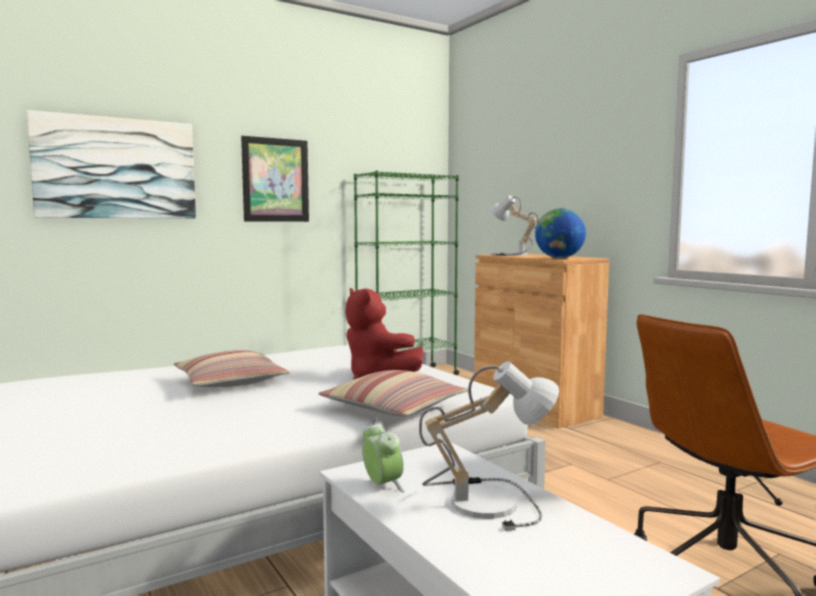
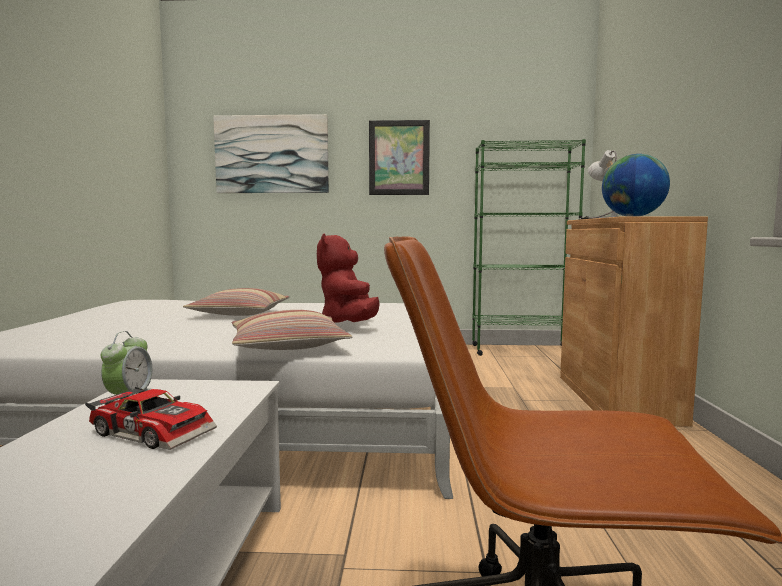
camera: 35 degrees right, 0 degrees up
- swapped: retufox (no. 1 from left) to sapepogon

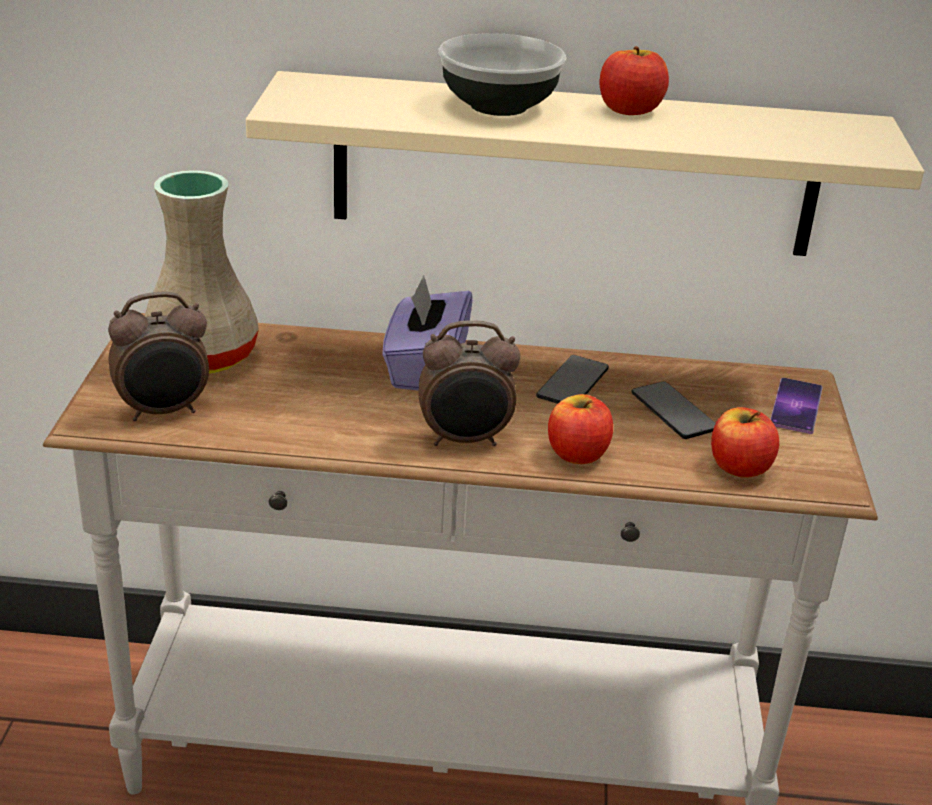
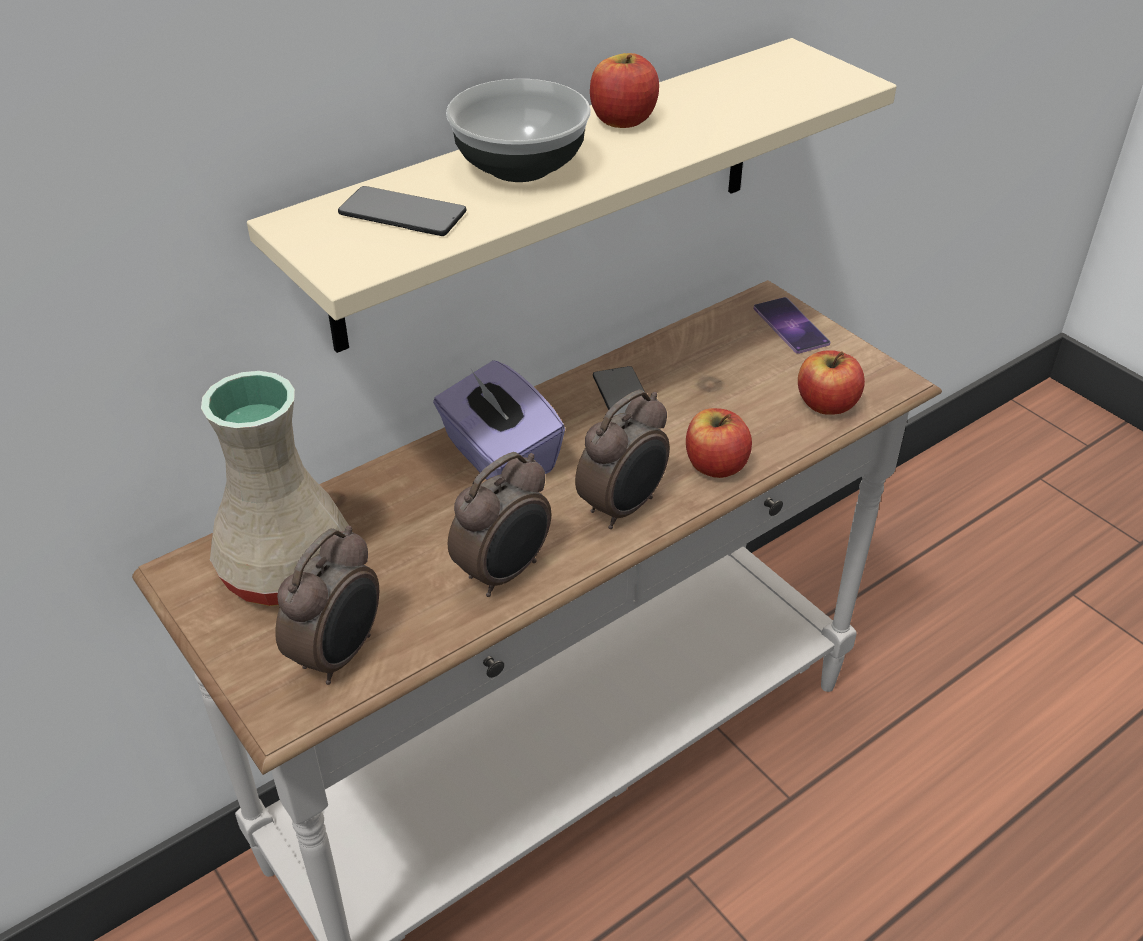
camera: 40 degrees left, 10 degrees up
- shifted: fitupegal (no. 2 from left in the first image) to fitupegal (no. 1 from left)
- new: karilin (no. 2 from left)

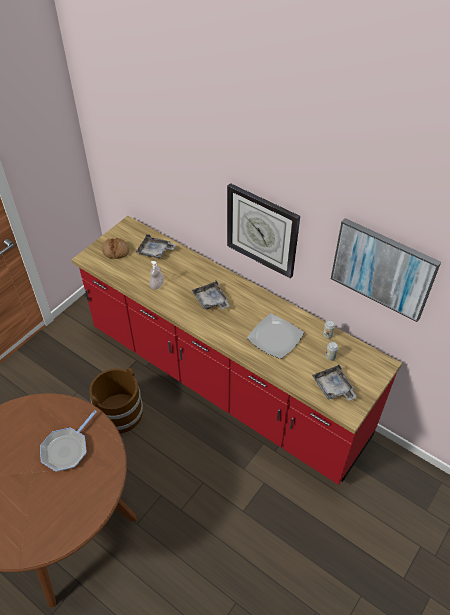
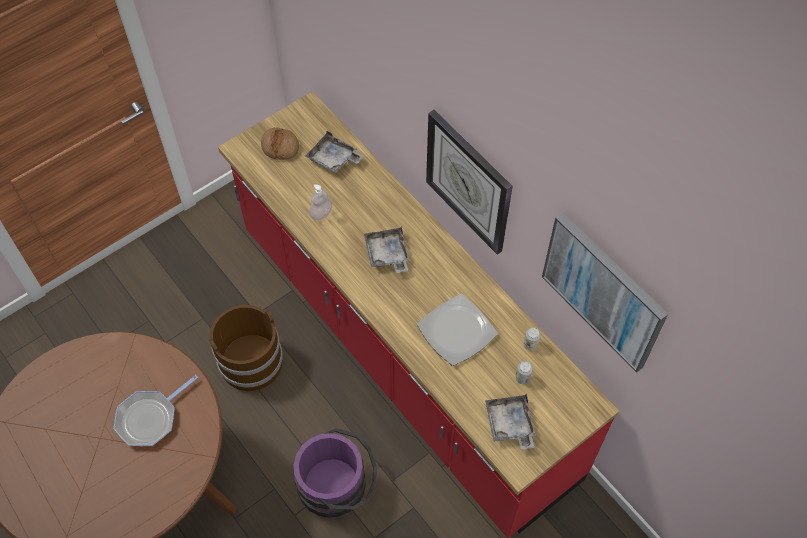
camera: 15 degrees right, 10 degrees up
- new: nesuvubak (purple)

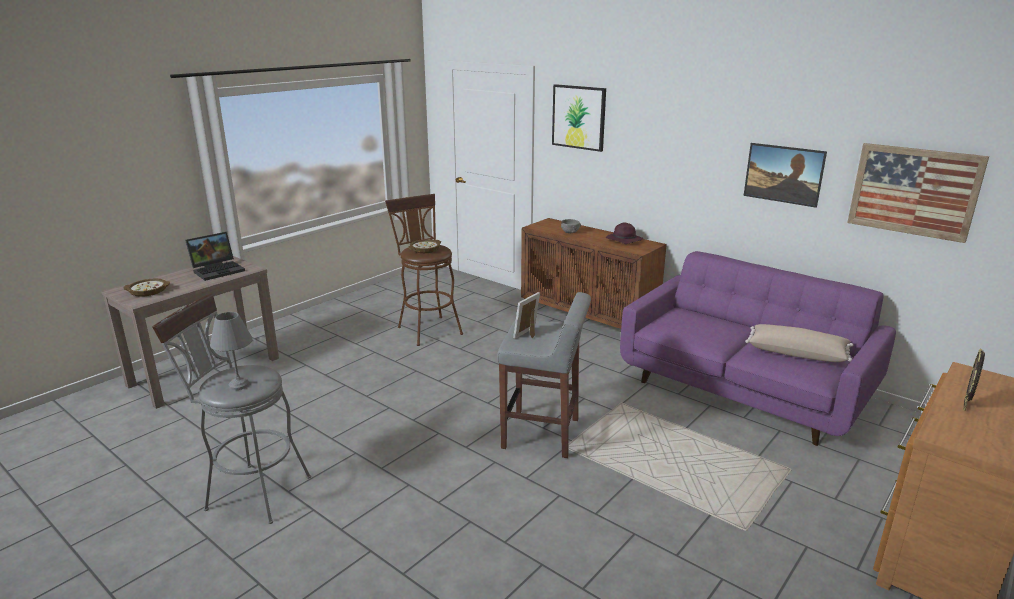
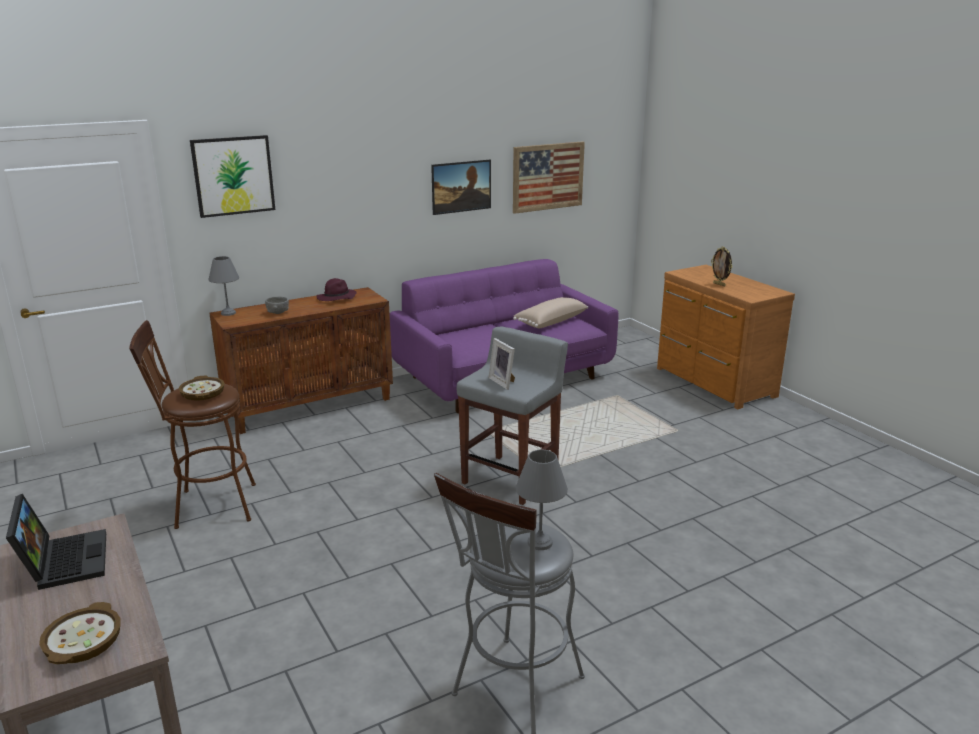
camera: 70 degrees left, 0 degrees up
- new: retufox (grey) (no. 1 from left)

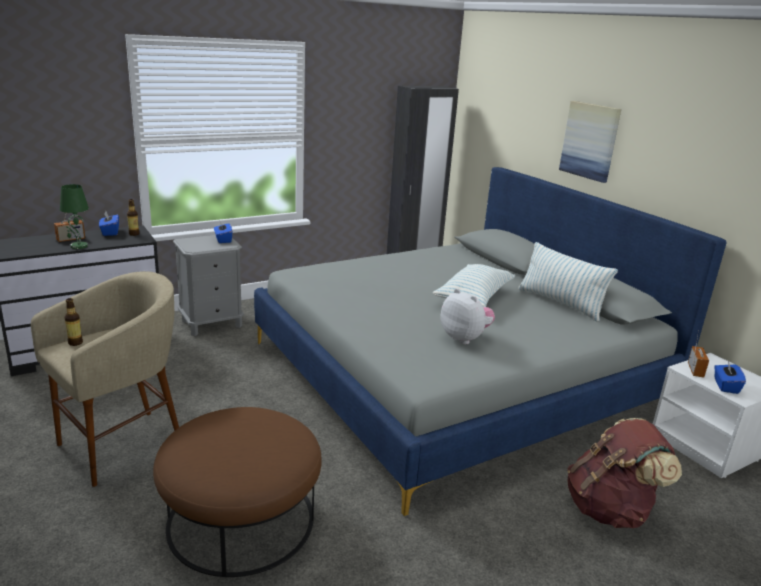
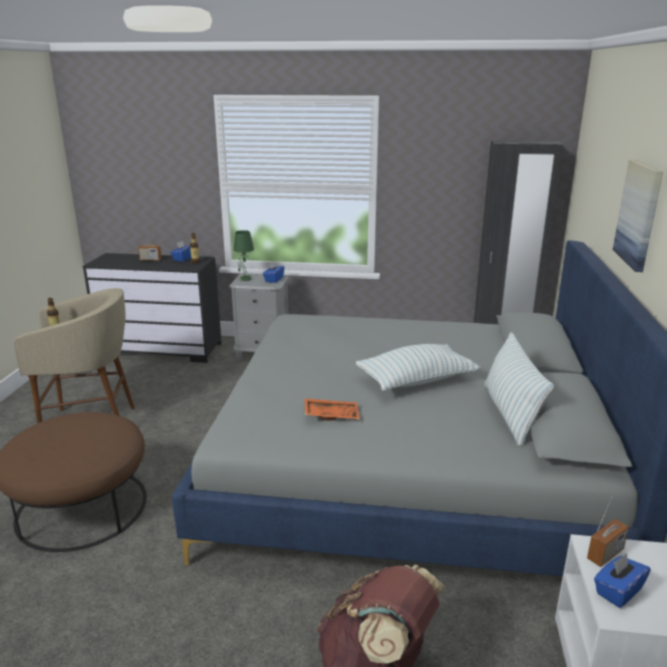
camera: 40 degrees right, 0 degrees up
- shifted: retufox (green)
- swapped: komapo to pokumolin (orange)

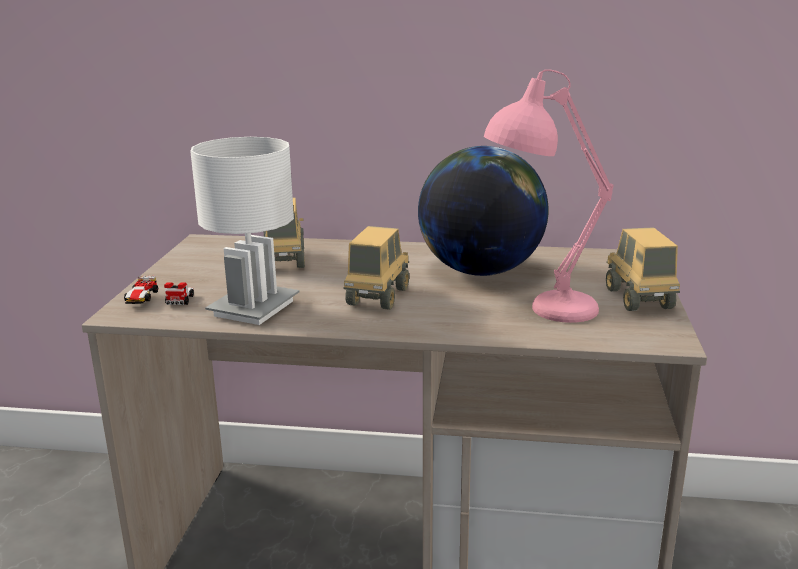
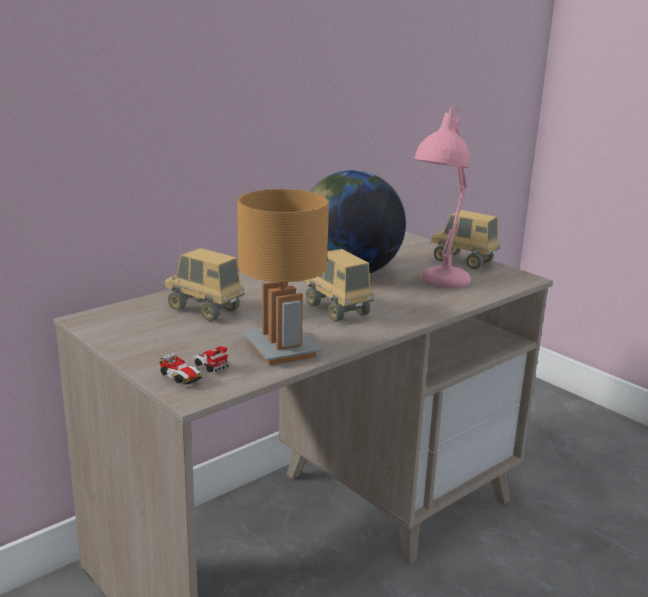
camera: 50 degrees left, 0 degrees up
- repainted: retufox (white) to retufox (brown)

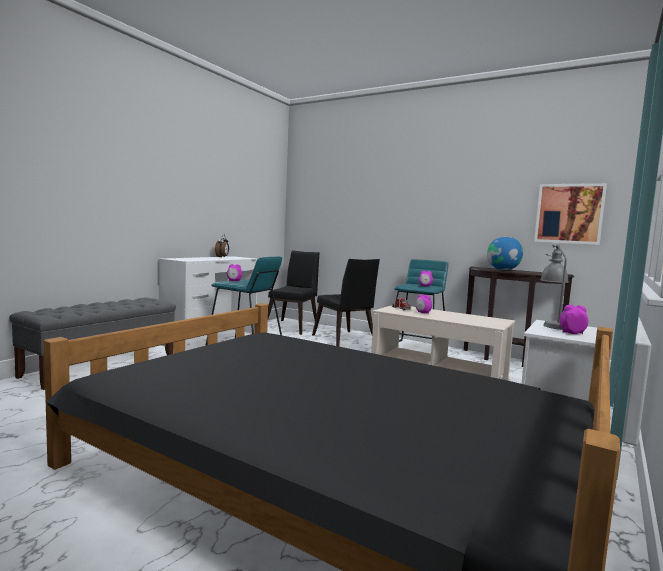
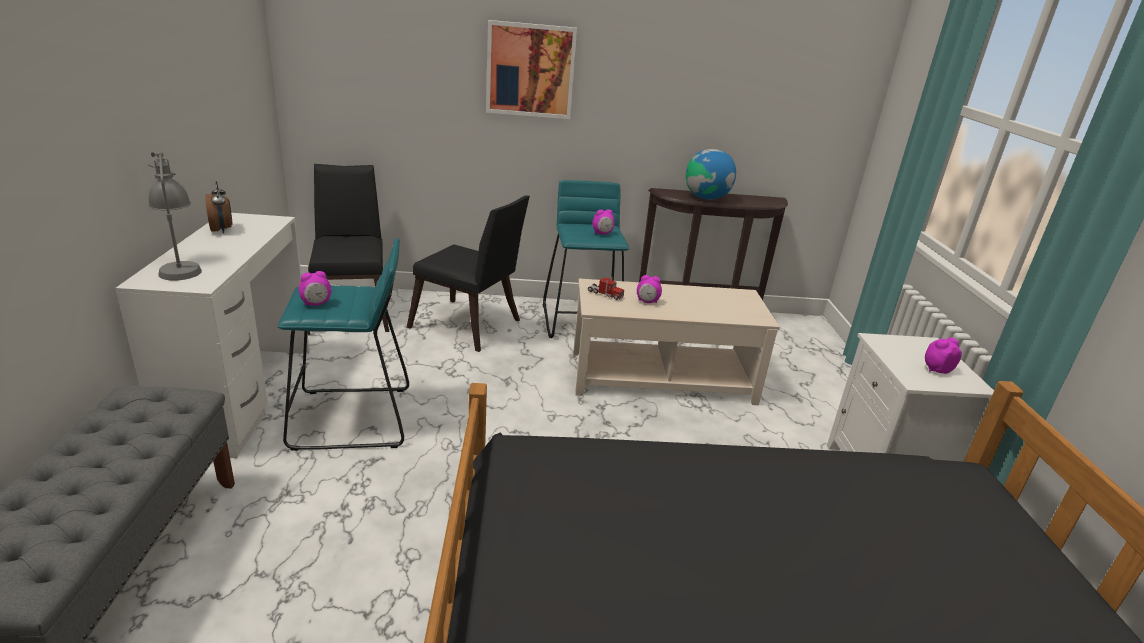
camera: 35 degrees left, 20 degrees up
- shifted: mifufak
- shifted: retufox (grey)

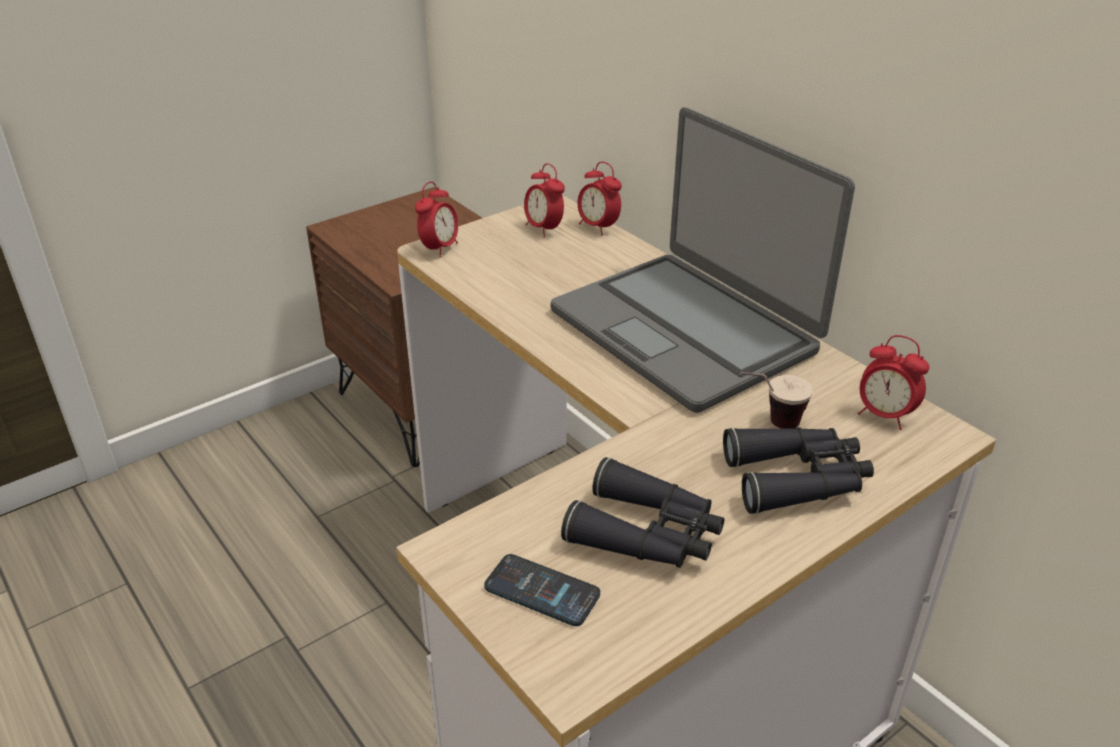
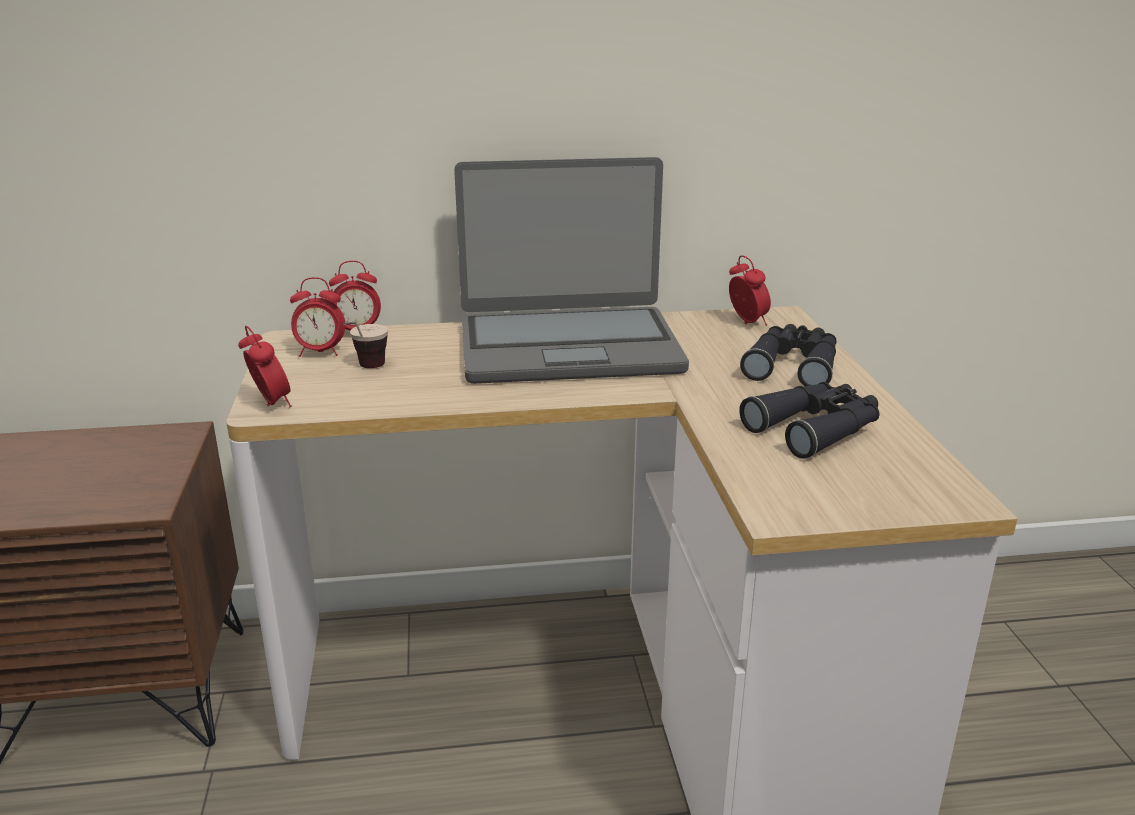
camera: 60 degrees left, 10 degrees down
- gone: fitupegal
- shifted: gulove
- rotated: karilin (no. 4 from left) 90 degrees counterclockwise

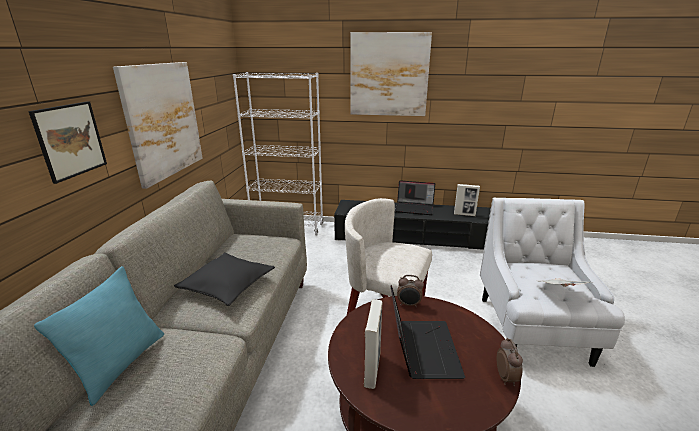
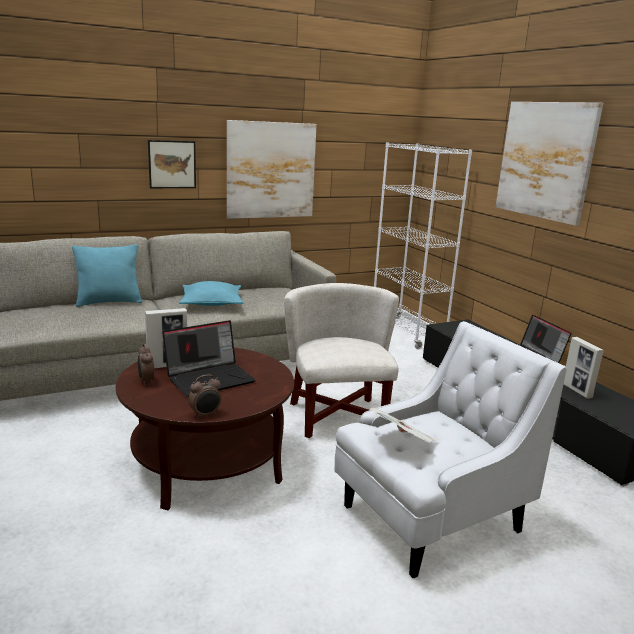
camera: 55 degrees right, 5 degrees down
- repainted: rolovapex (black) to rolovapex (turquoise) (no. 2 from left)
- shifted: karilin (no. 1 from left)

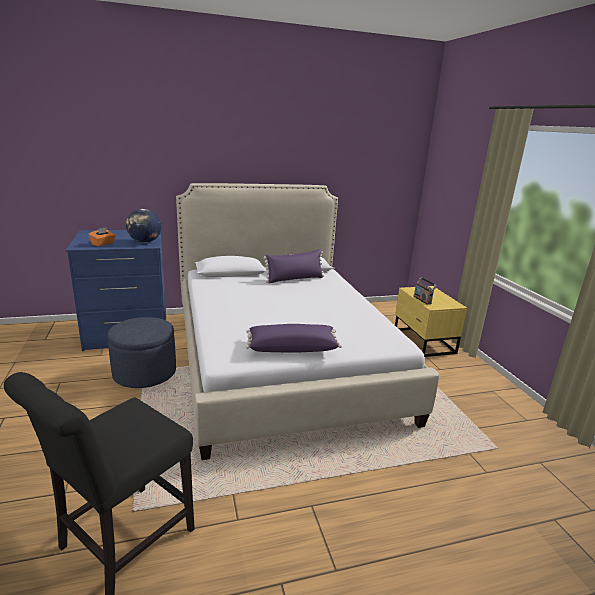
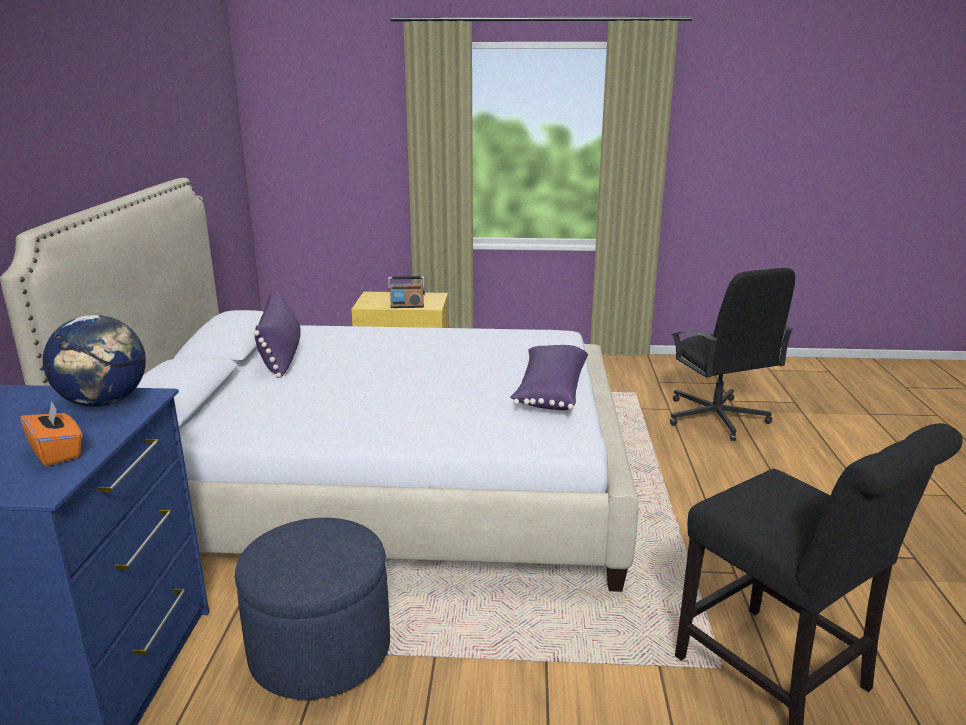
camera: 70 degrees left, 0 degrees up
- new: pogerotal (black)

